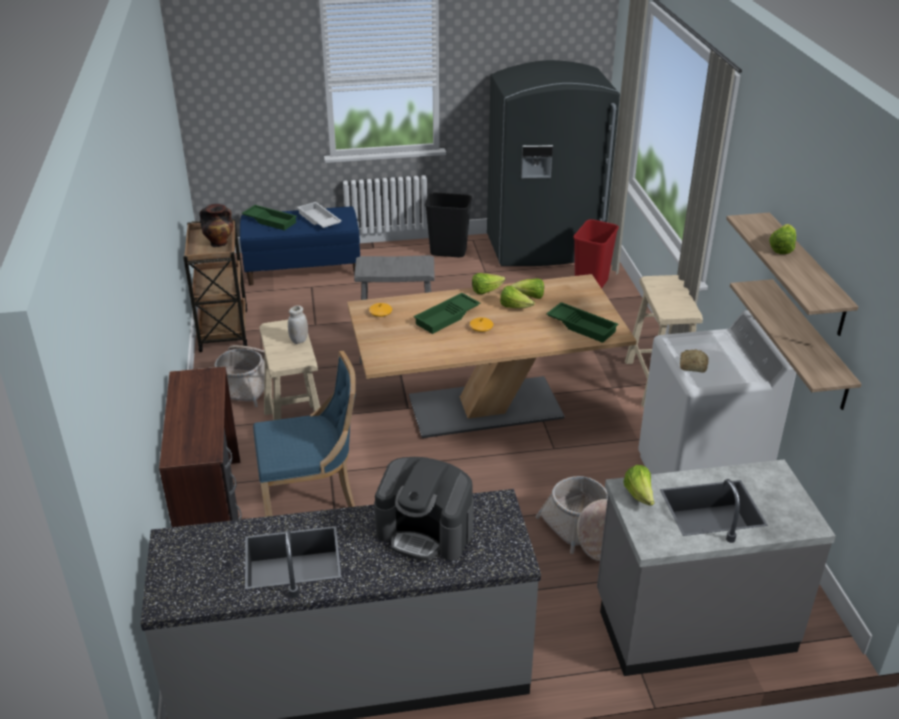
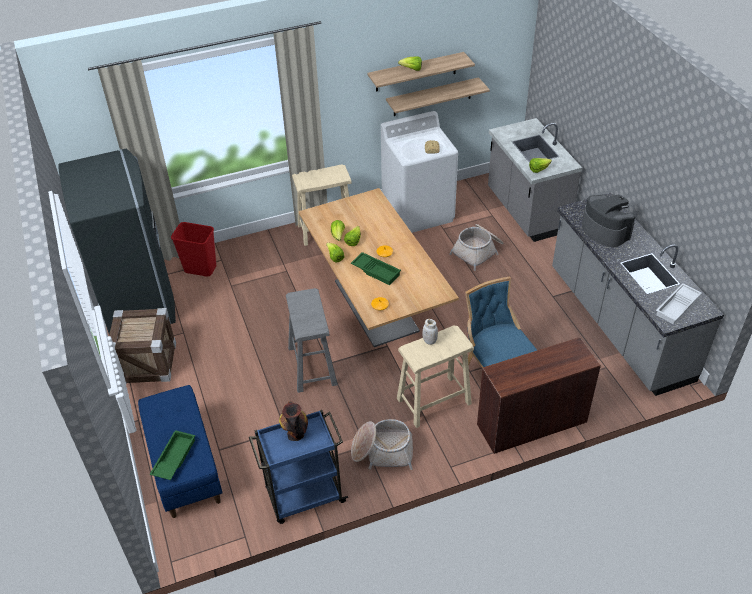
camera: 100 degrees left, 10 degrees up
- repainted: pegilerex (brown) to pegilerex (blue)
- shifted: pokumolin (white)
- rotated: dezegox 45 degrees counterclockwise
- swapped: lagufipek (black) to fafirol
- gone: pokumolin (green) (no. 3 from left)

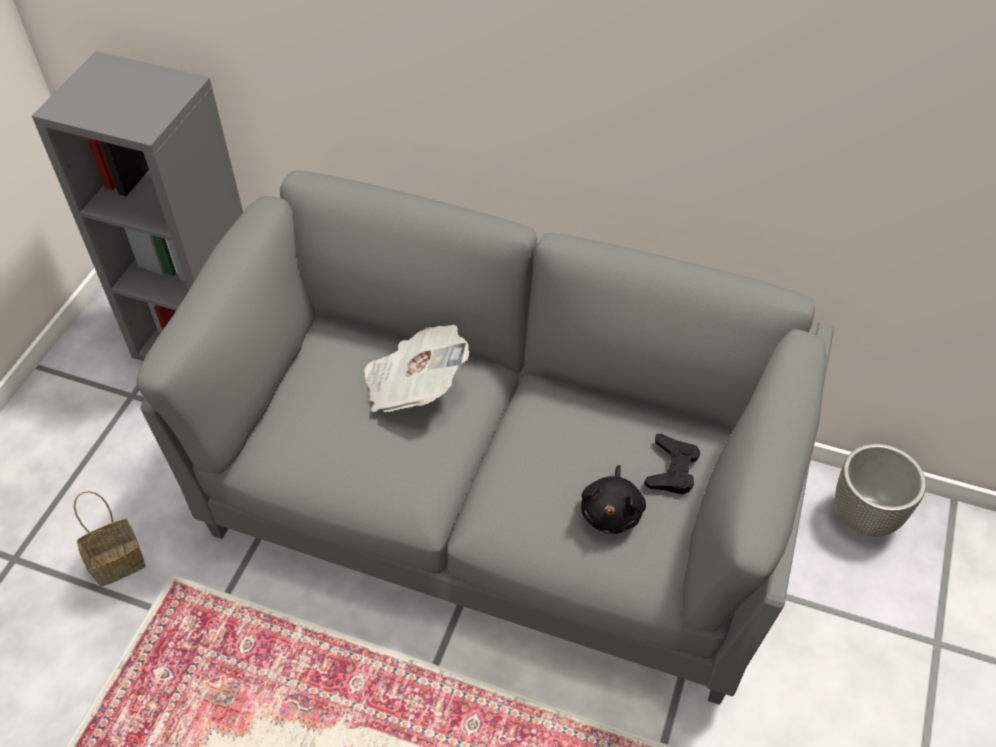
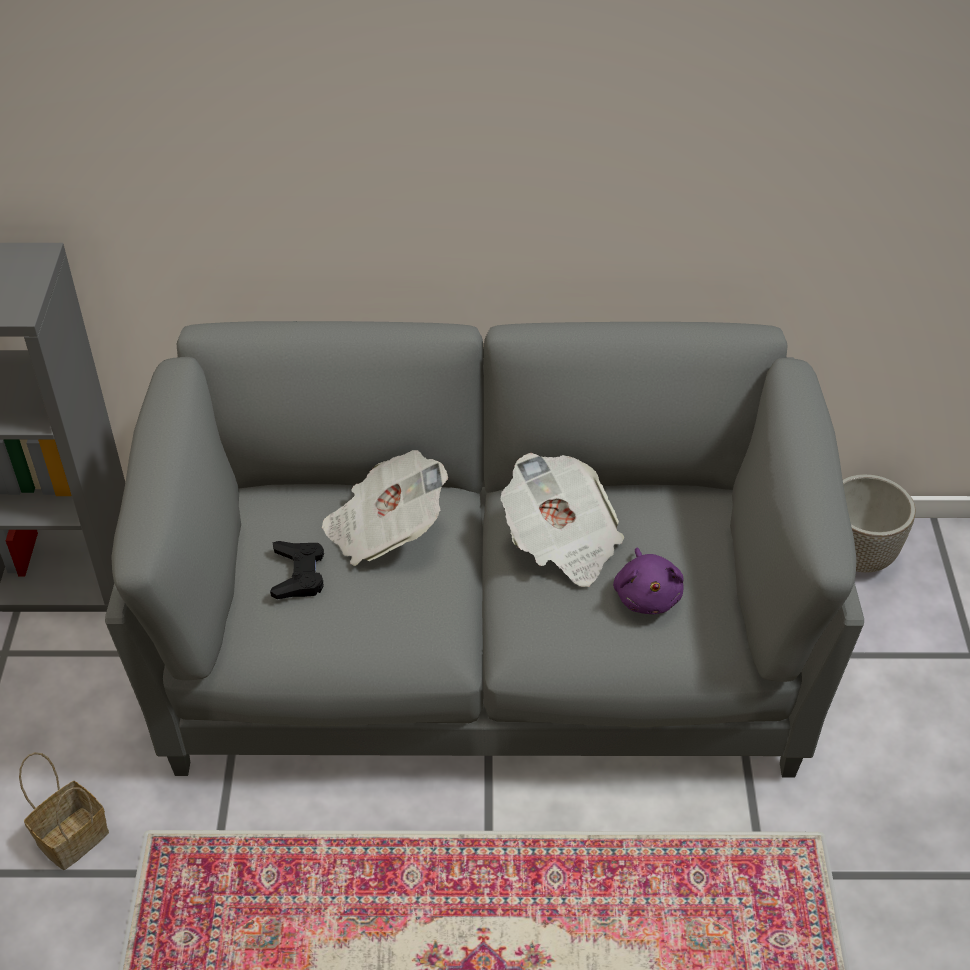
camera: 20 degrees left, 5 degrees down
- repainted: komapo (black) to komapo (purple)
- shifted: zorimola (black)
- new: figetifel (no. 2 from left)

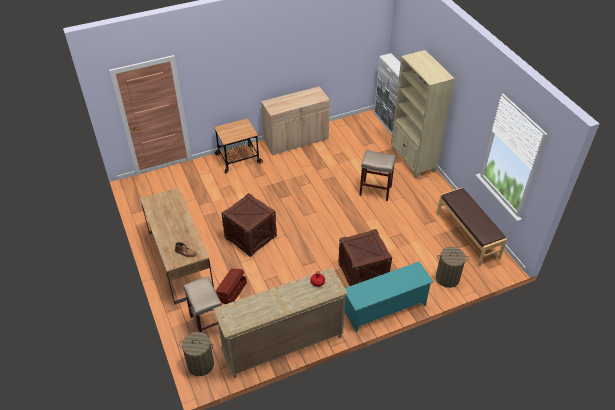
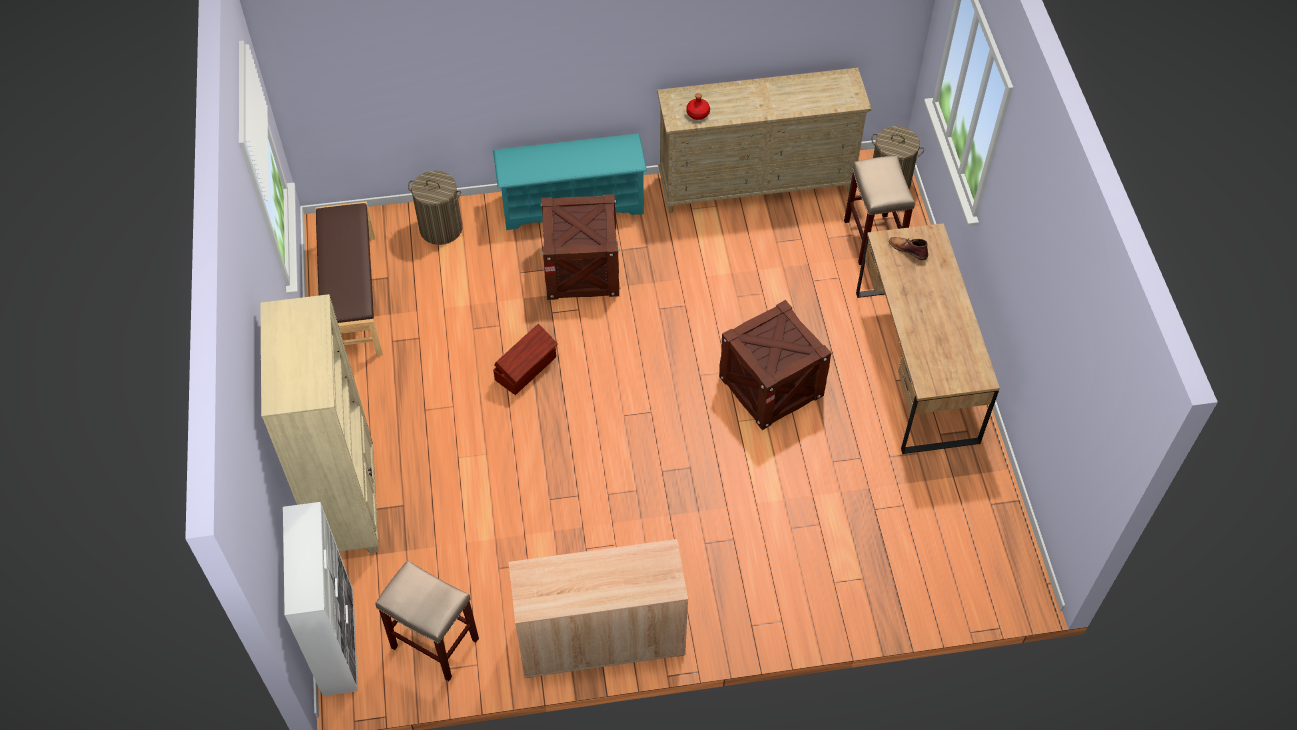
camera: 165 degrees left, 10 degrees up
- gone: pegilerex
- shifted: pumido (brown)
- shifted: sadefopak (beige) (no. 2 from left in the first image) to sadefopak (beige) (no. 1 from left)

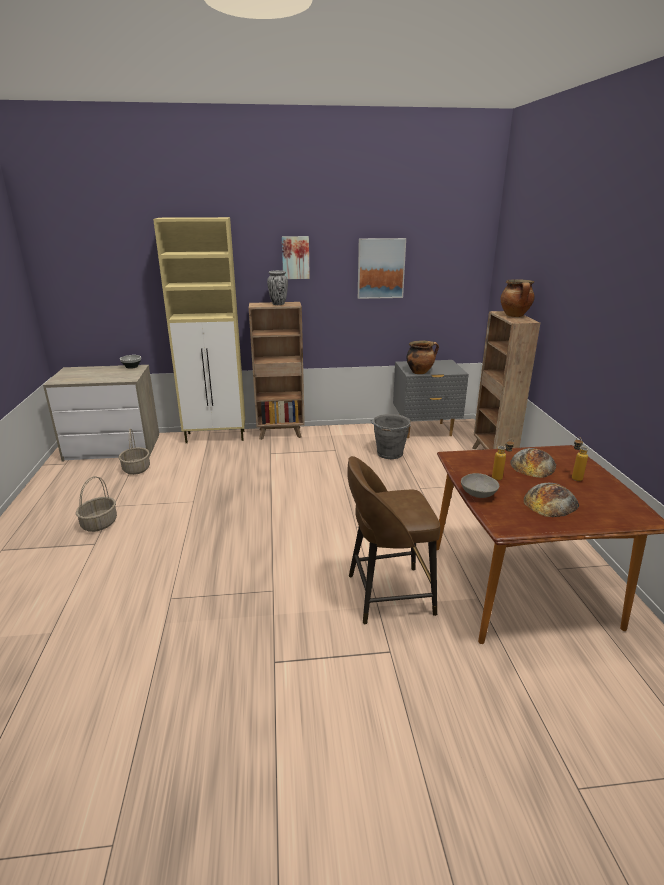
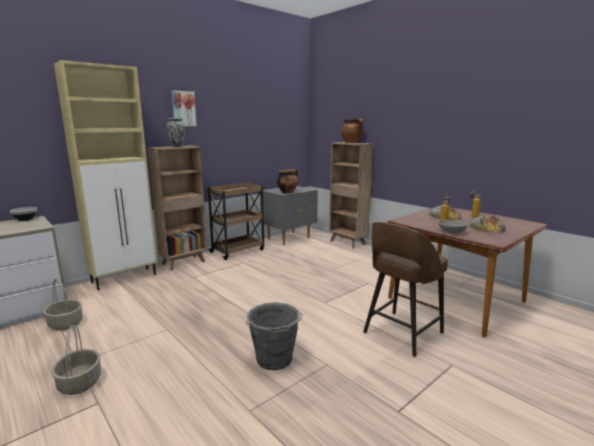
camera: 35 degrees left, 10 degrees down
- gone: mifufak (no. 2 from left)
- shifted: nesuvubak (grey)
- new: pegilerex (brown)

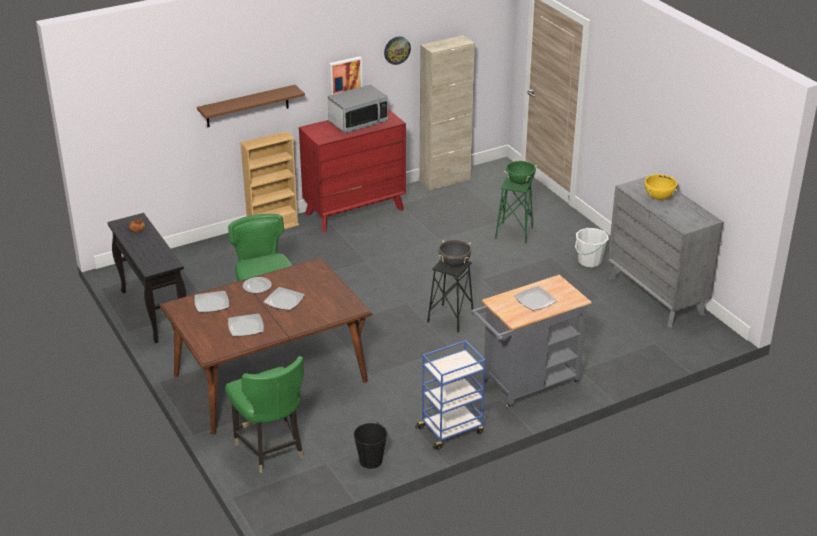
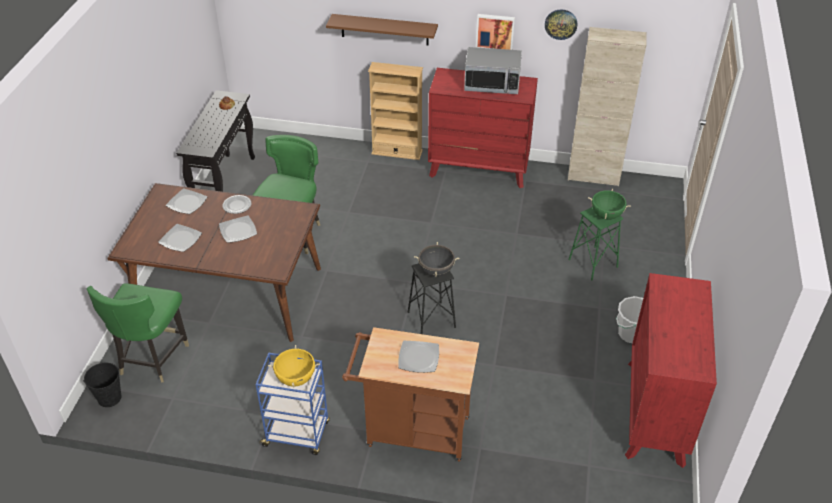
camera: 40 degrees right, 10 degrees up
- shifted: nesuvubak (black)
- repainted: pegilerex (grey) to pegilerex (brown)
- repainted: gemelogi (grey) to gemelogi (red) (no. 2 from left)
- shifted: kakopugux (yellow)

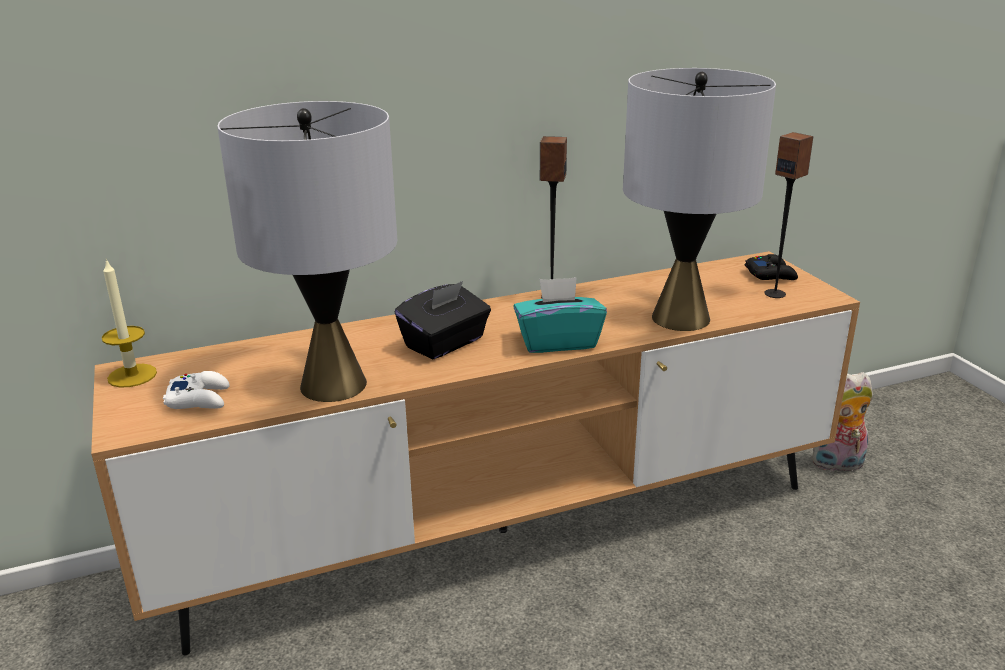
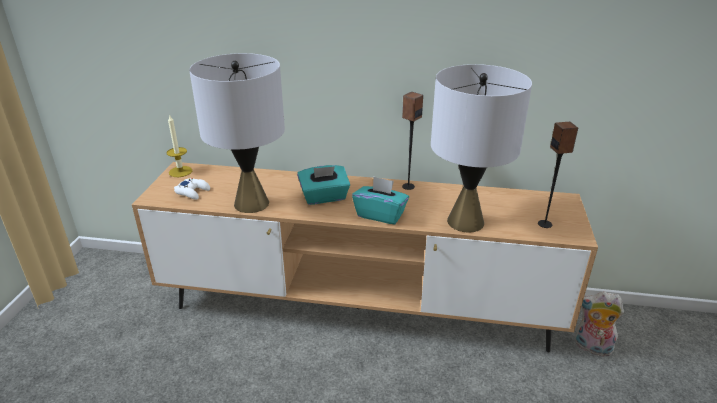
camera: 30 degrees right, 5 degrees up
- repainted: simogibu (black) to simogibu (turquoise) (no. 1 from left)
- gone: zorimola (black)

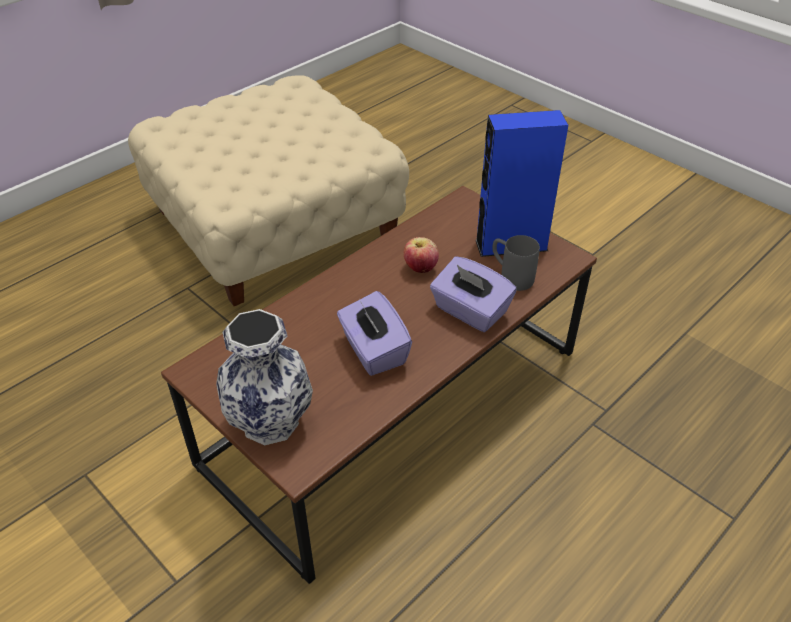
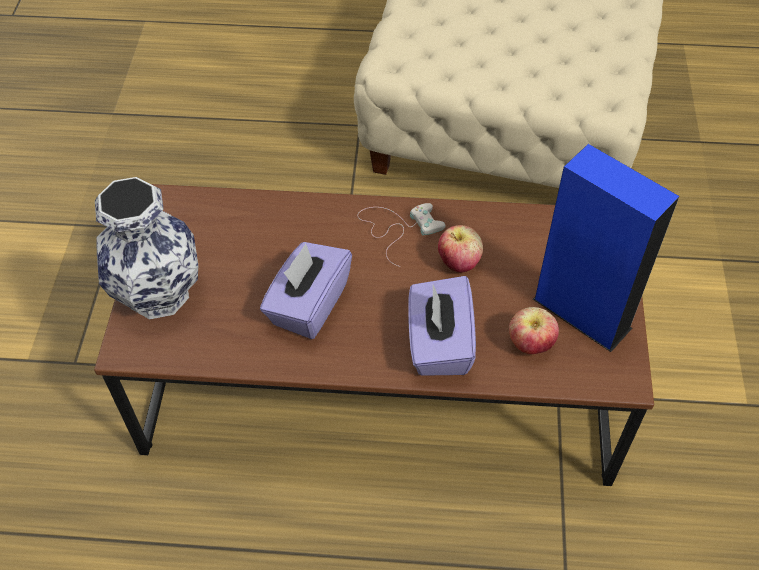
camera: 50 degrees right, 10 degrees up
- swapped: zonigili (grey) to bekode (no. 2 from left)
- new: zorimola (white)

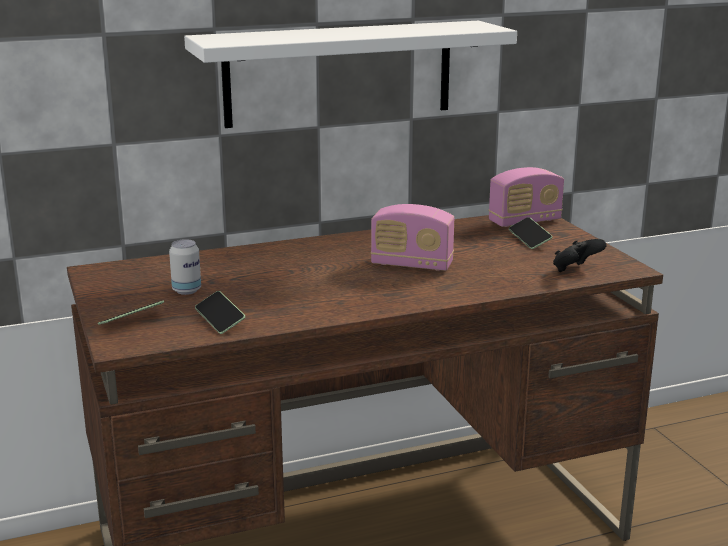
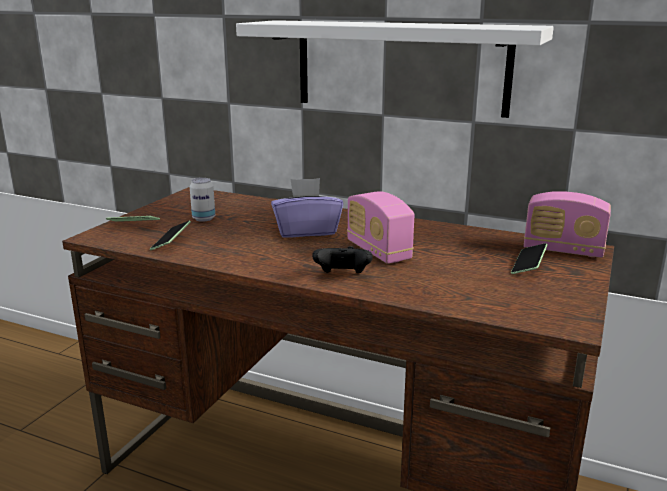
camera: 45 degrees right, 0 degrees up
- shifted: zorimola (black)
- new: simogibu (purple)

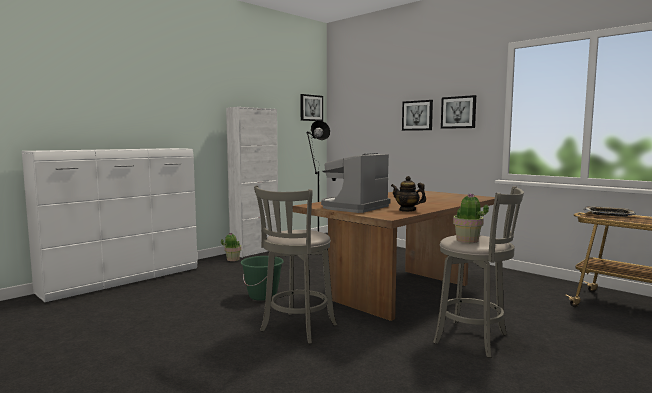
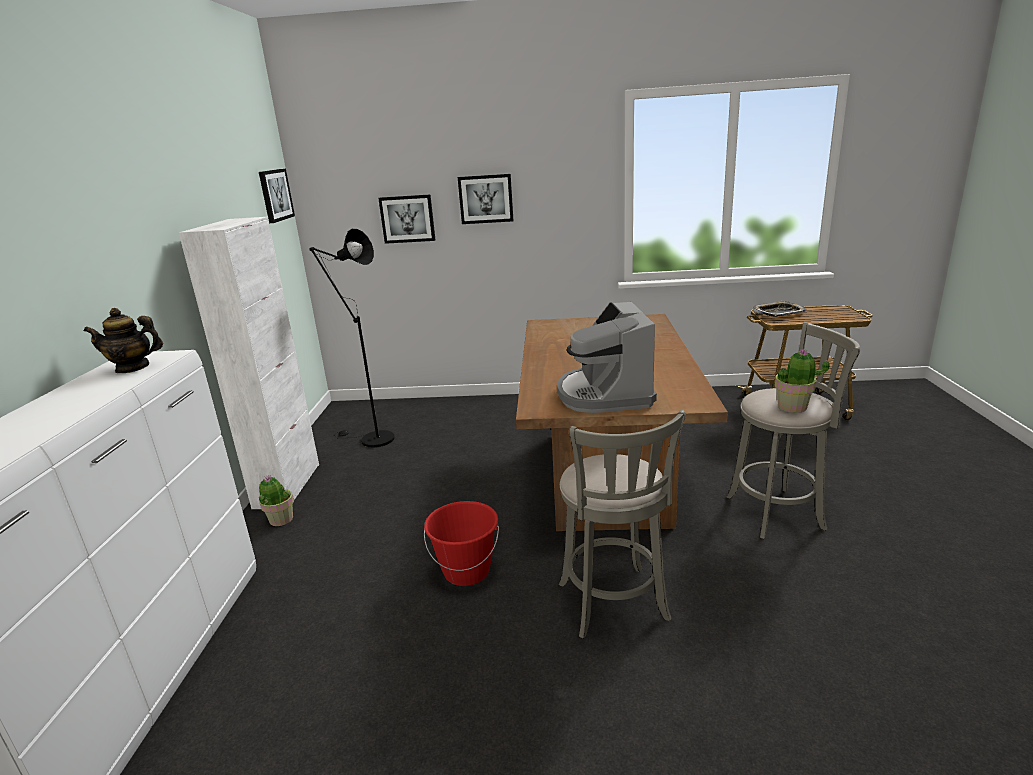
camera: 40 degrees left, 15 degrees up
- repainted: nesuvubak (green) to nesuvubak (red)
- shifted: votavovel
- shifted: mifufak (no. 3 from left in the first image) to mifufak (no. 2 from left)

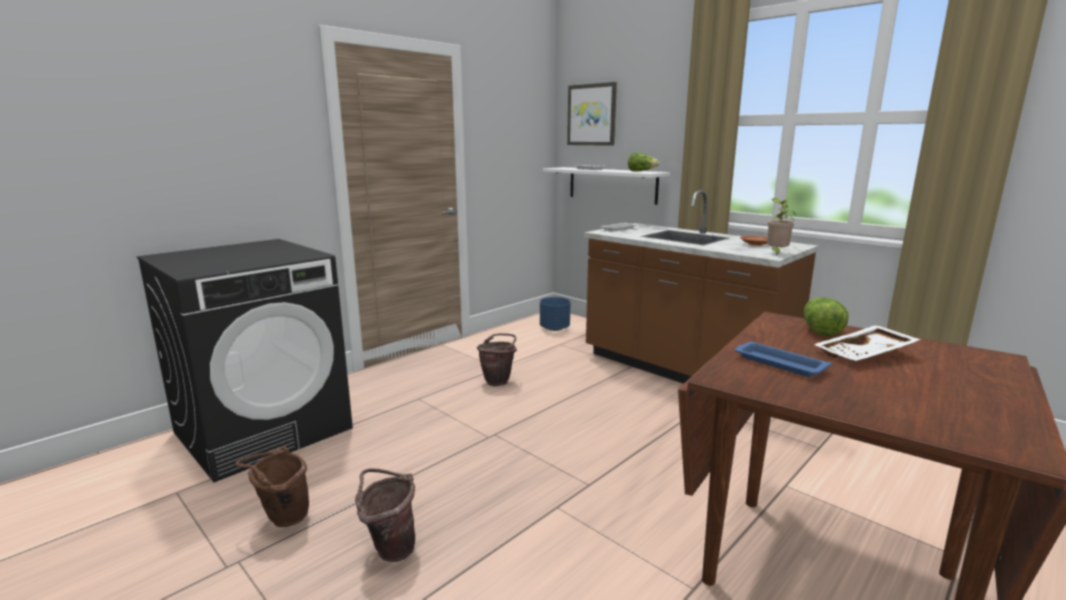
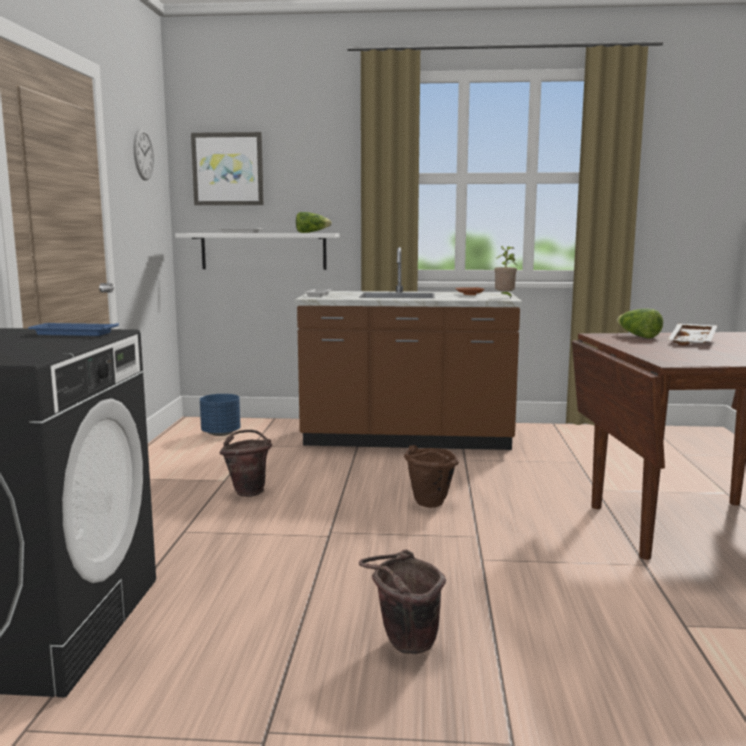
camera: 40 degrees left, 5 degrees down
- shifted: nesuvubak (brown) (no. 1 from left in the first image) to nesuvubak (brown) (no. 3 from left)
- shifted: pokumolin (blue)
- new: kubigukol

